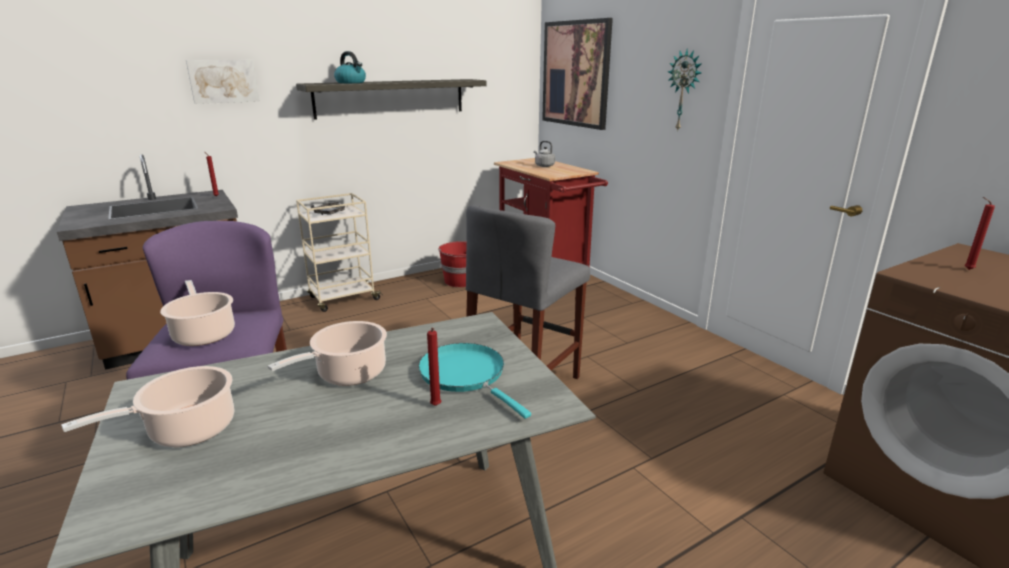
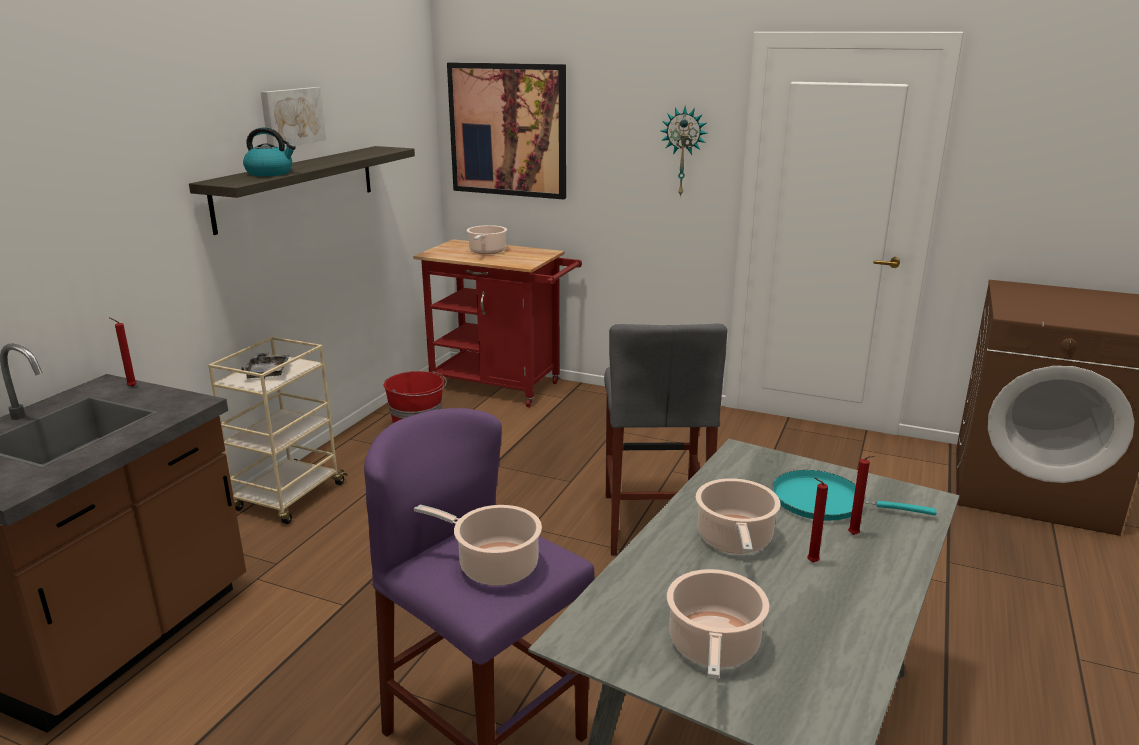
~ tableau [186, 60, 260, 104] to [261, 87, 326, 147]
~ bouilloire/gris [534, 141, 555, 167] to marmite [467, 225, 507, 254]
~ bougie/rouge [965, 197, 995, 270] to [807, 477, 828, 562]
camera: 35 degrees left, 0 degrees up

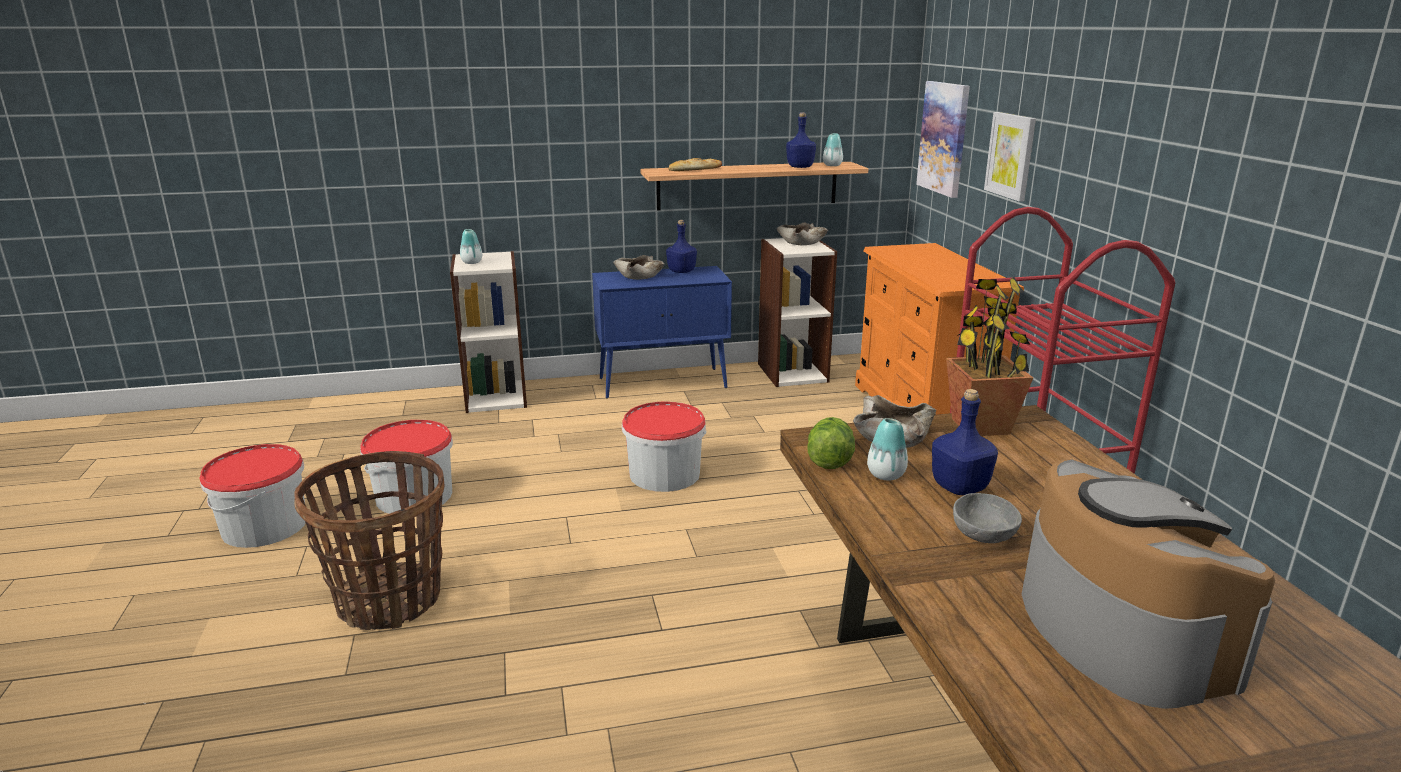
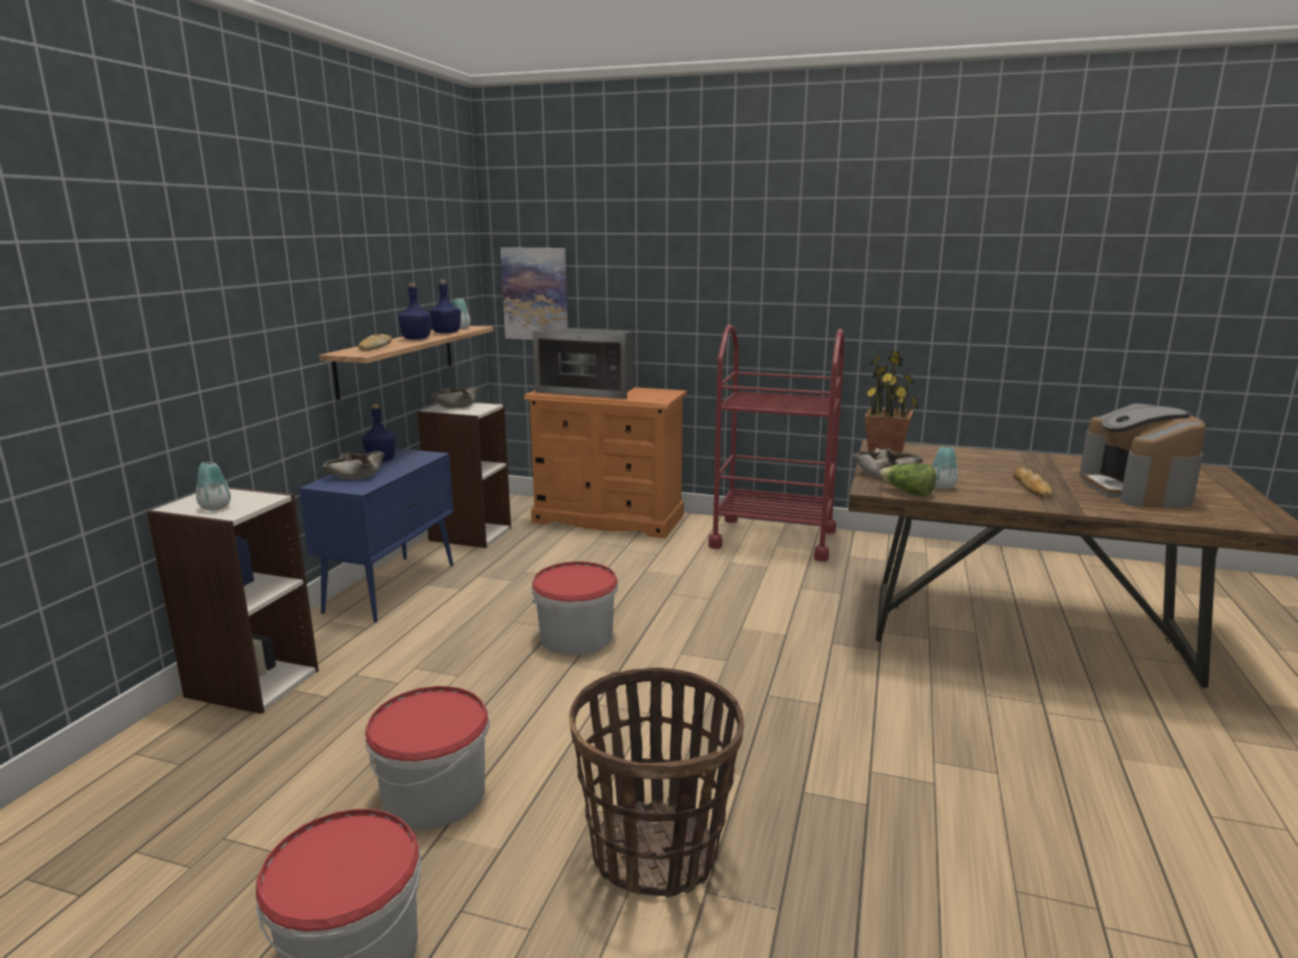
~ bouteille/bleu [932, 389, 998, 495] to [398, 283, 432, 340]
+ micro-ondes [533, 328, 634, 399]
~ bol/gris [953, 493, 1022, 543] to pain [1014, 468, 1052, 497]
~ machine à café [1022, 459, 1275, 709] = [1079, 403, 1206, 508] 105 degrees counterclockwise
- tableau [984, 112, 1036, 202]
camera: 60 degrees left, 5 degrees down

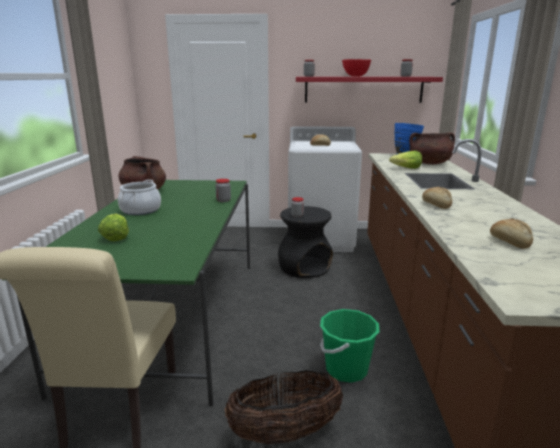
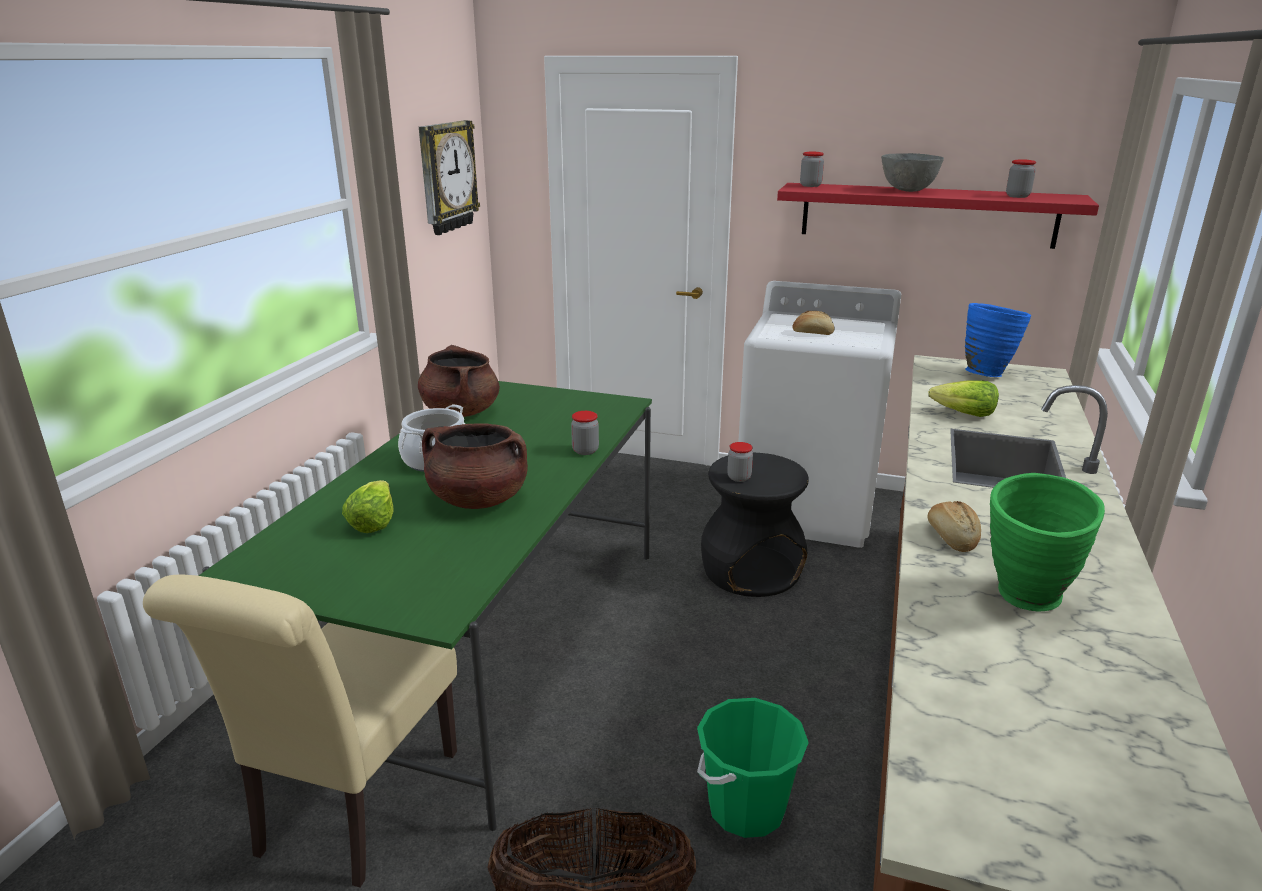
+ horloge murale [419, 120, 480, 235]
~ marmite/marron [409, 133, 455, 164] to [422, 423, 528, 509]
~ bol/rouge [342, 59, 371, 77] to bol/gris [881, 153, 944, 192]
+ vase/vert [990, 473, 1105, 611]
- pain [490, 218, 533, 249]
camera: 15 degrees right, 5 degrees up

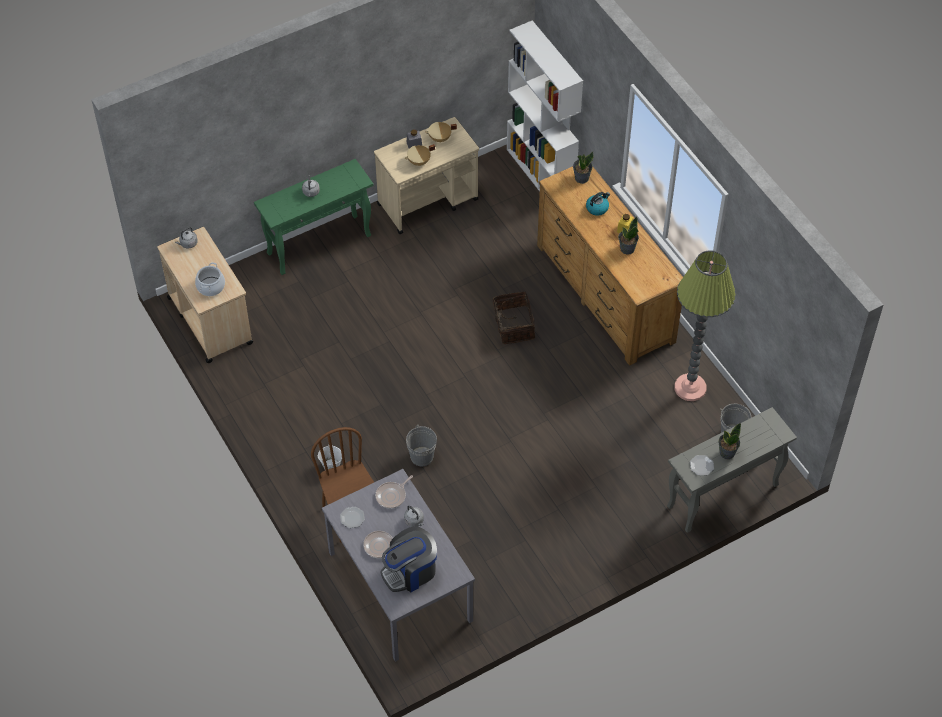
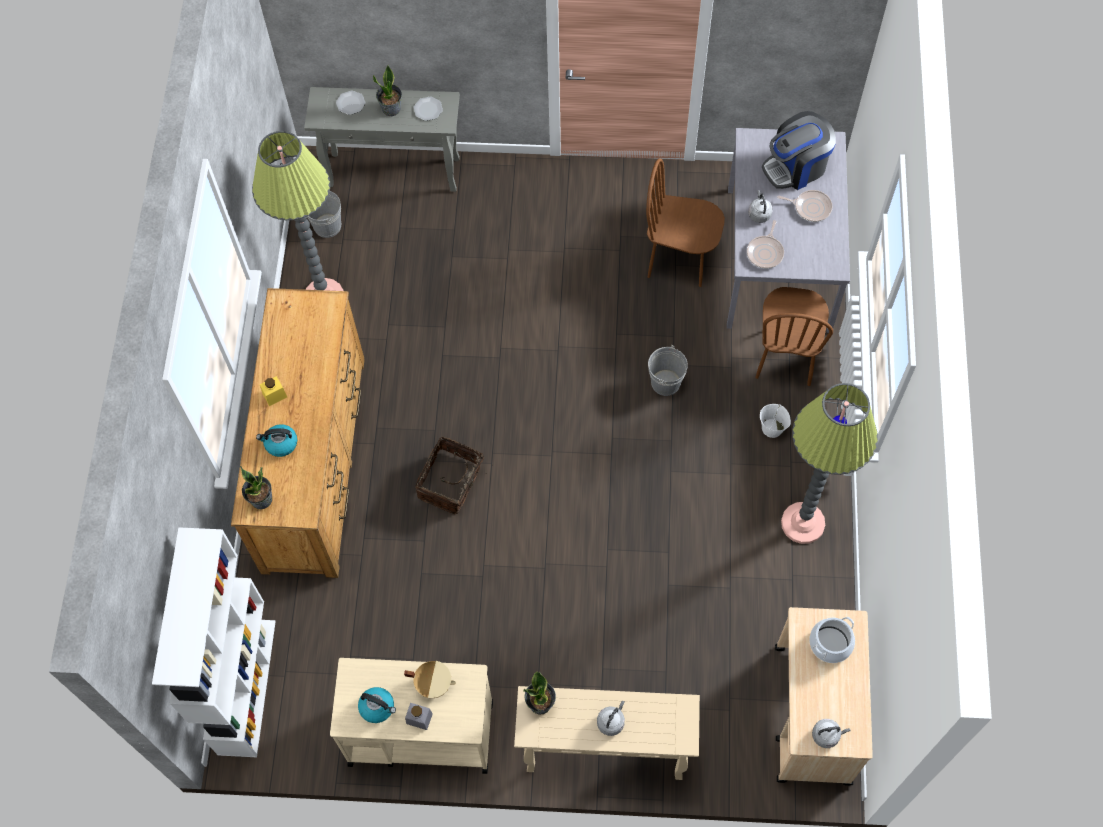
~ assiette [340, 507, 365, 528] to [336, 91, 366, 115]
~ marmite/beige [425, 122, 457, 143] to bouilloire [358, 687, 396, 723]
~ table console/vert [254, 159, 374, 275] to table console/beige [514, 686, 700, 780]
~ plante en pot [618, 217, 639, 255] to [523, 672, 556, 714]
+ chaise/marron [646, 158, 725, 287]
~ poêle [375, 475, 413, 509] = [747, 220, 784, 269] 120 degrees clockwise
~ machine à café [380, 526, 437, 592] = [762, 111, 836, 190] 150 degrees clockwise
+ lampadaire [781, 383, 878, 544]
camera: 145 degrees left, 10 degrees up

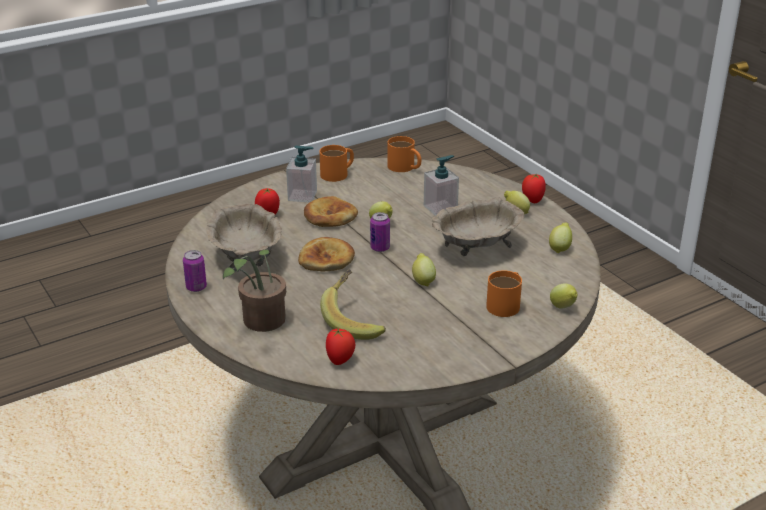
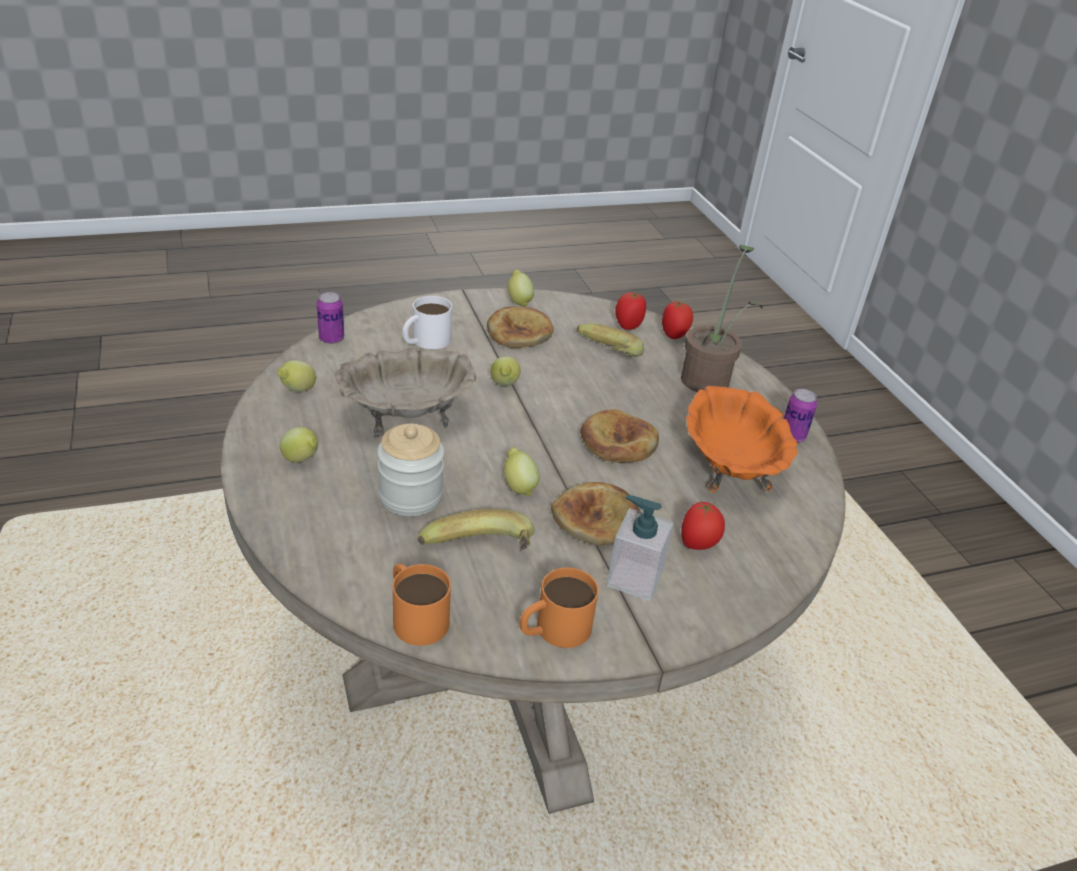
~ boîte métallique [370, 212, 390, 252] to [317, 292, 344, 344]
~ distributeur de savon [424, 155, 459, 216] to bocal [377, 424, 444, 516]
~ mug/orange [486, 270, 522, 317] to mug/blanc [402, 296, 452, 349]
+ banane [418, 509, 534, 551]
+ pain [487, 307, 554, 348]
~ citron [550, 283, 578, 308] to [508, 270, 534, 306]
~ tomate [522, 173, 546, 203] to [662, 301, 693, 339]
~ bol/beige [205, 204, 282, 268] to bol/orange [686, 386, 798, 492]
camera: 170 degrees left, 5 degrees up

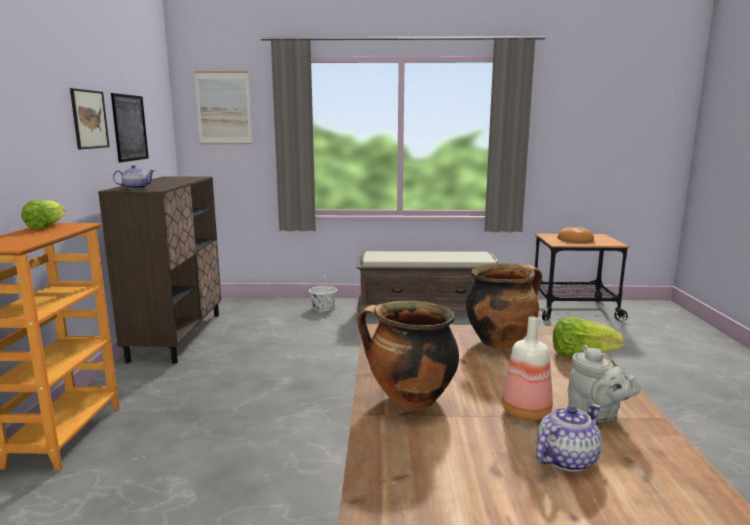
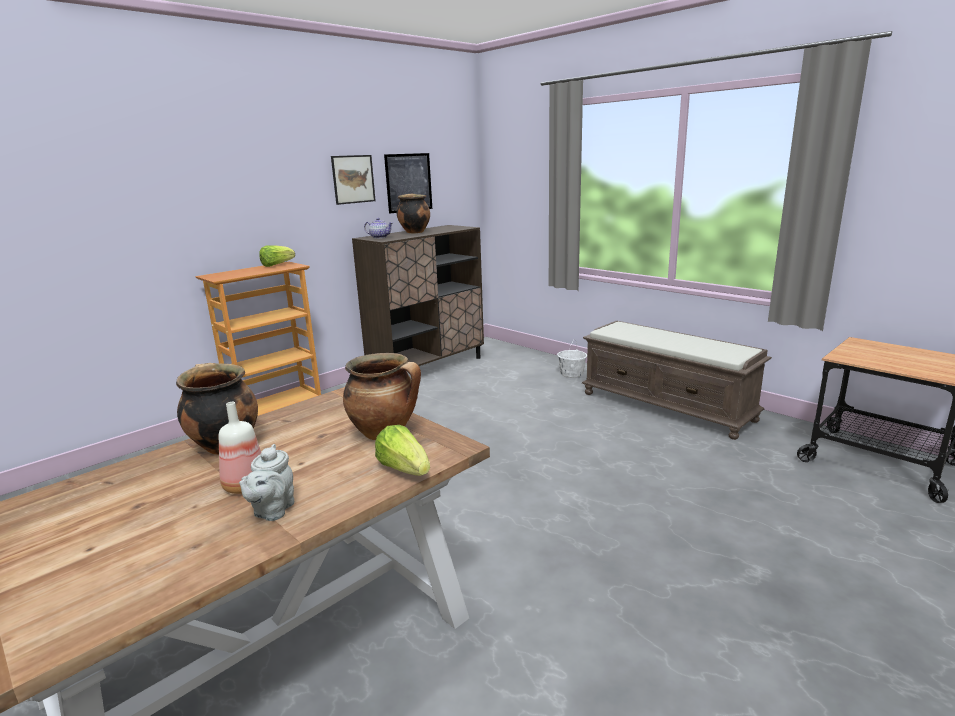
+ marmite [397, 194, 430, 233]
- tableau [194, 71, 252, 144]
- théière [536, 404, 602, 472]
- pain [558, 227, 594, 243]
camera: 45 degrees right, 5 degrees up

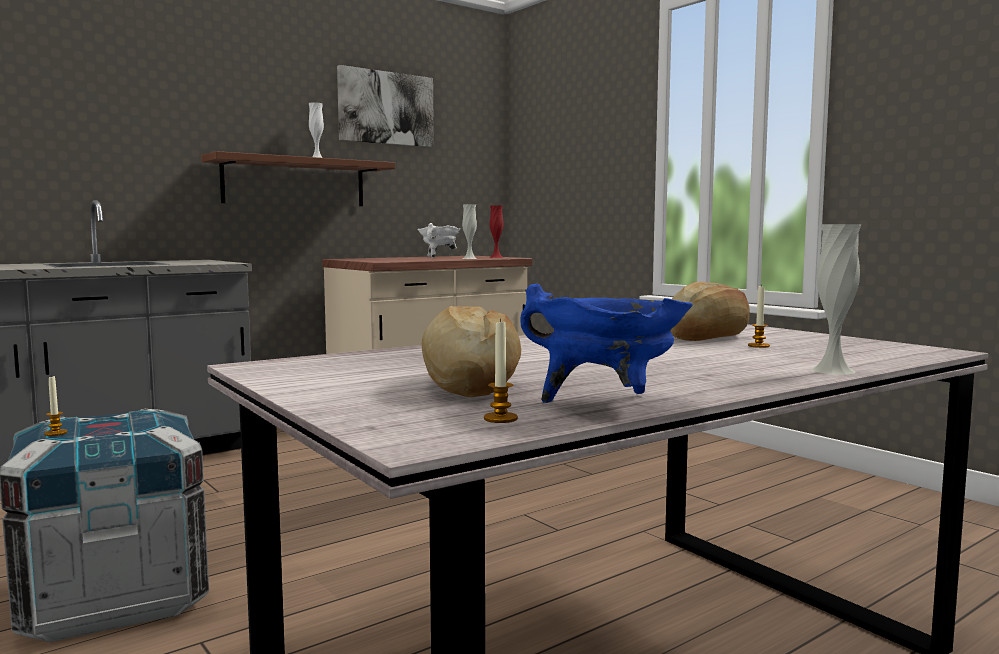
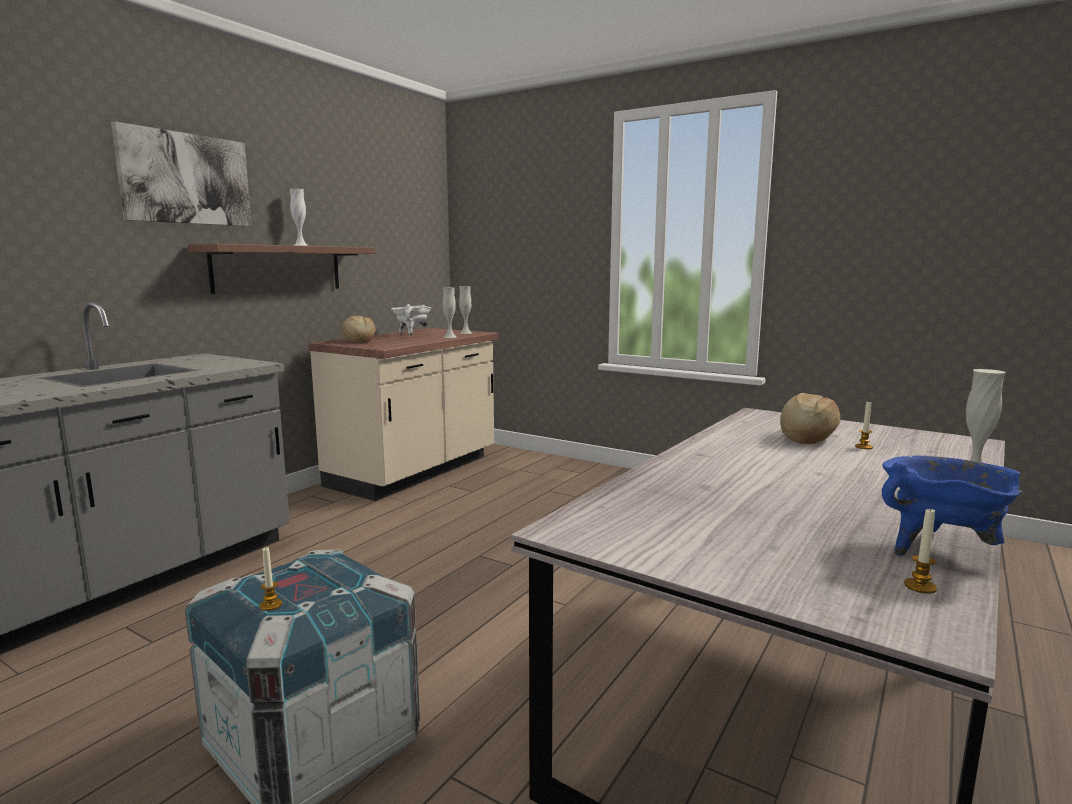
~ tableau [337, 65, 434, 147] to [111, 121, 252, 226]
~ pain [422, 306, 521, 397] to [342, 316, 376, 343]
~ vase/rouge [489, 205, 504, 258] to vase/blanc [459, 286, 472, 334]
camera: 20 degrees left, 5 degrees up

